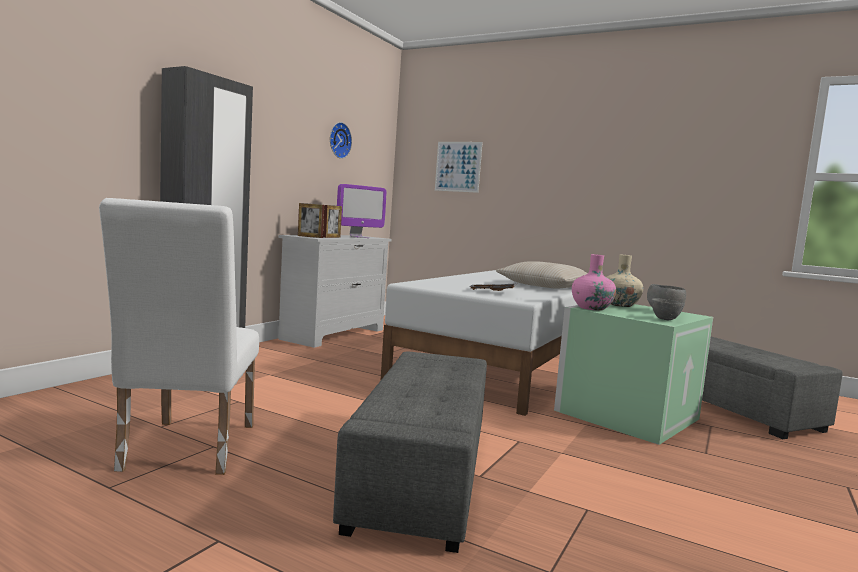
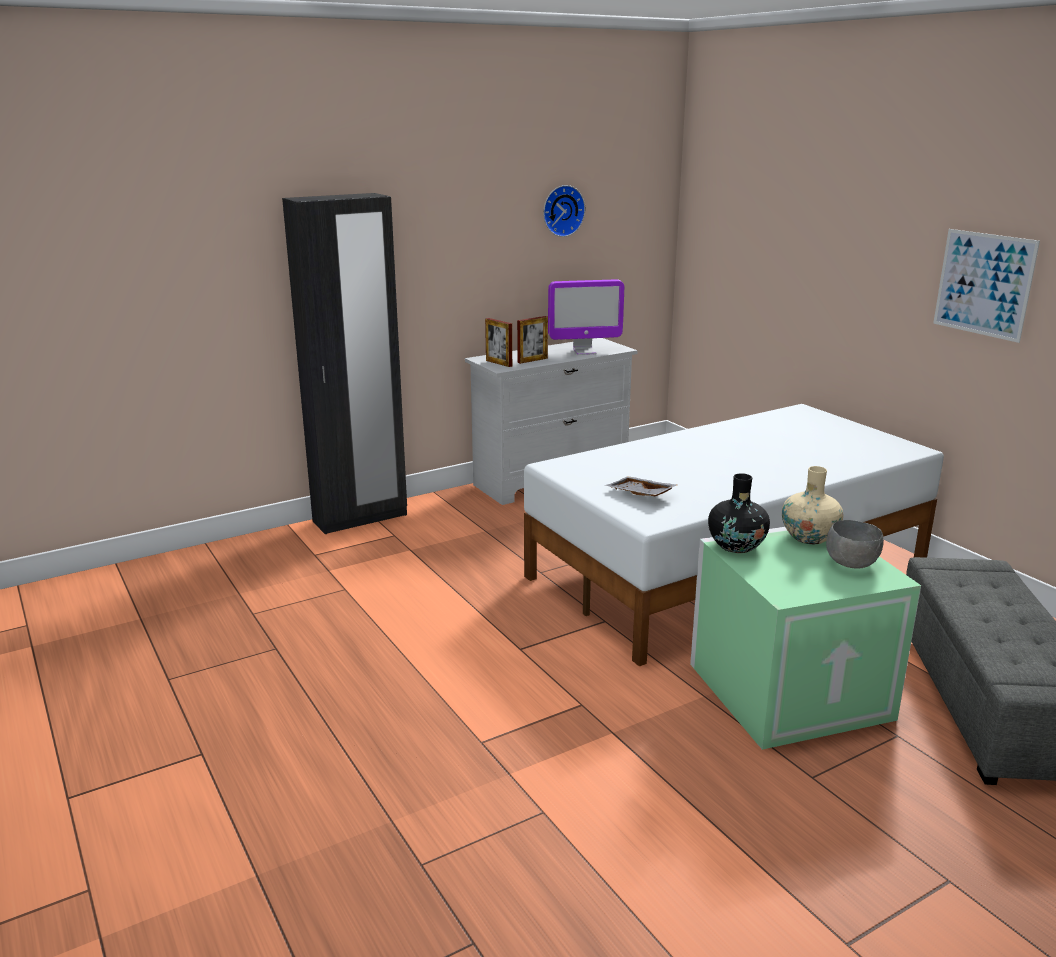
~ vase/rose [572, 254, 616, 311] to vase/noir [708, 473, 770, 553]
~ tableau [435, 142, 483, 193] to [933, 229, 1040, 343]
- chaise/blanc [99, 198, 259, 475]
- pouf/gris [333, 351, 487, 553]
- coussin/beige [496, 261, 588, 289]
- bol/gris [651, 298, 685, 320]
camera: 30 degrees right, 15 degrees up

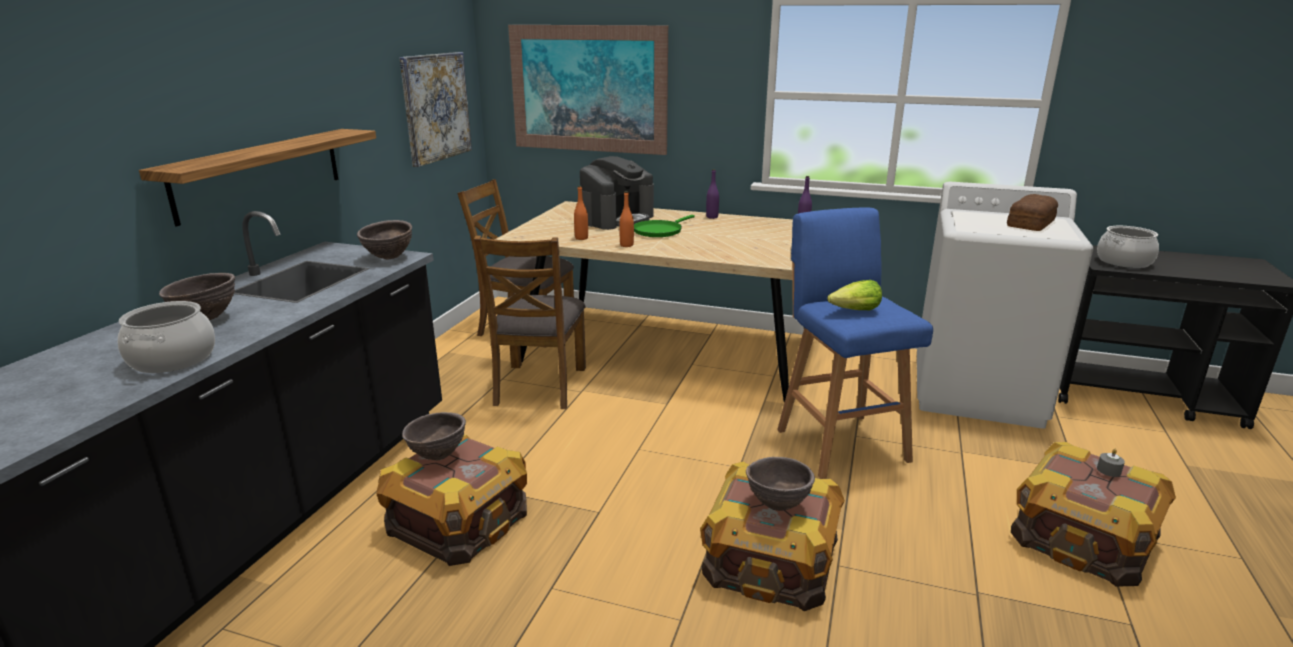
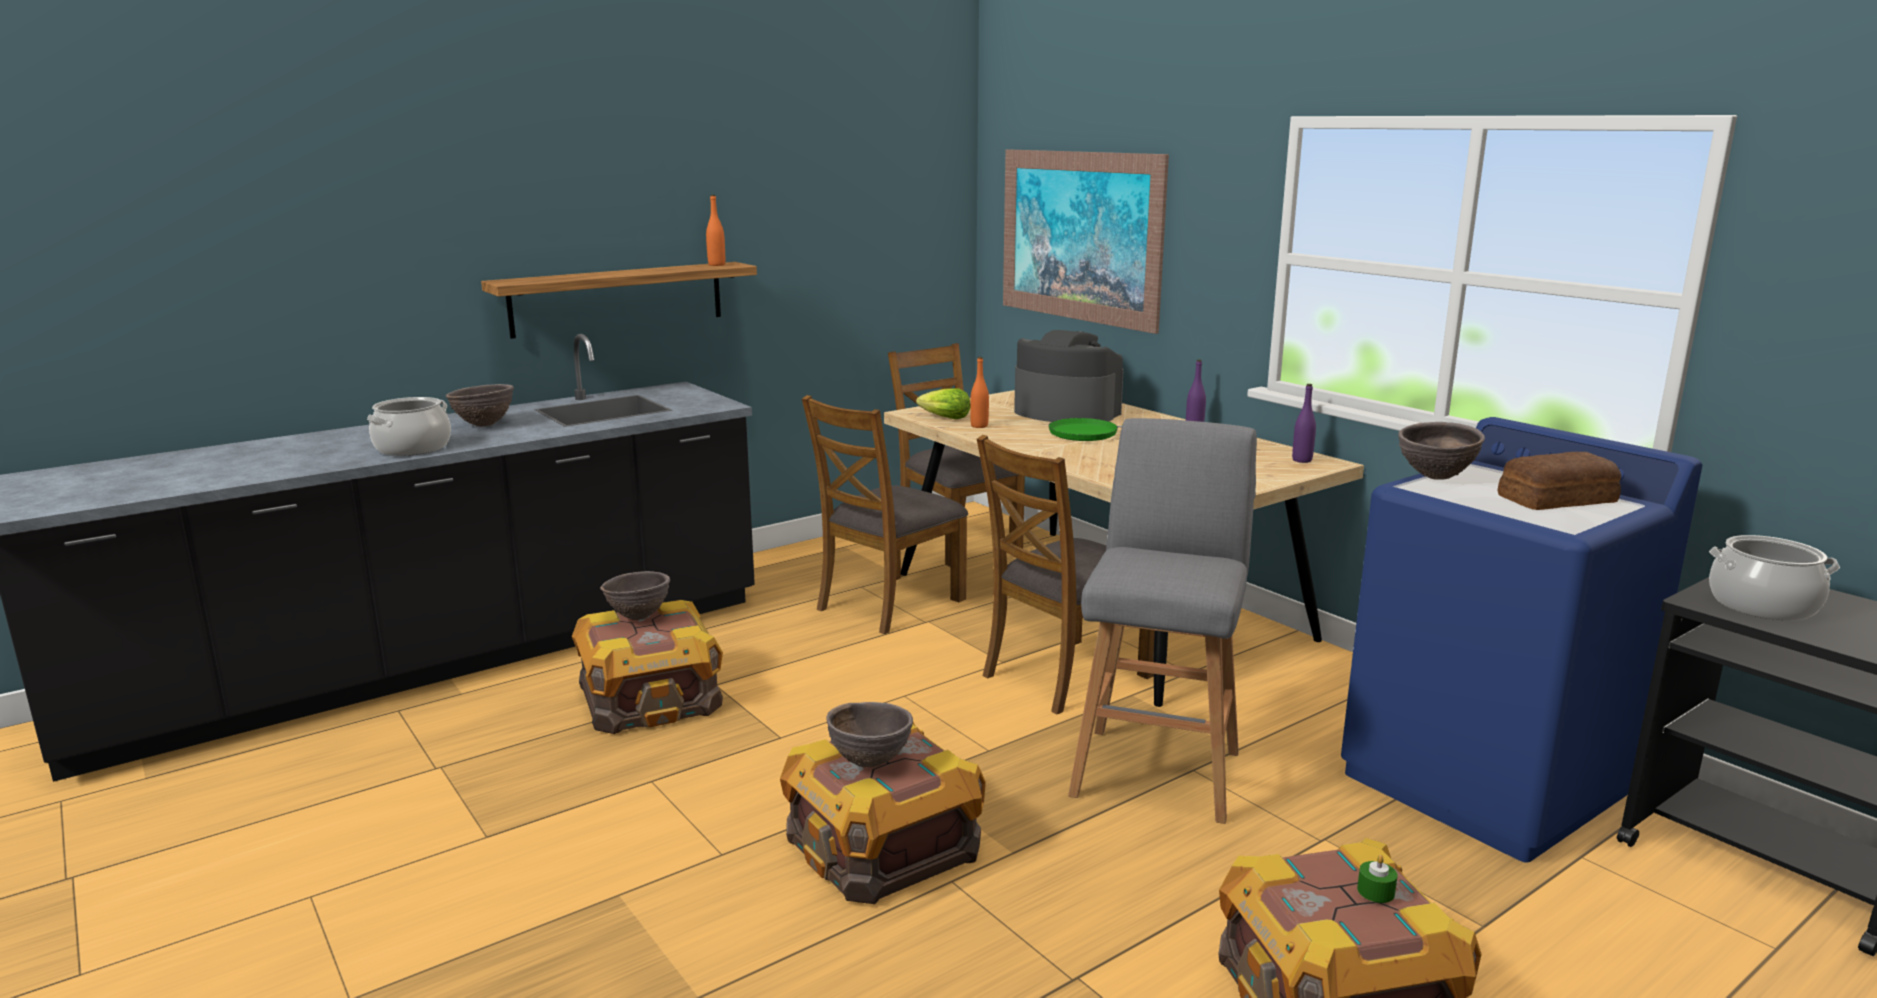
~ bouteille/orange [619, 191, 634, 247] to [706, 195, 725, 266]
~ laitue [827, 280, 882, 310] to [916, 388, 970, 419]
+ chaise/marron [977, 435, 1155, 714]
~ machine à café [580, 156, 654, 230] = [1014, 330, 1124, 422] 135 degrees counterclockwise
~ tabouret/bleu [777, 207, 933, 479] to tabouret/gris [1068, 418, 1257, 824]
~ lave-linge/blanc [917, 182, 1093, 429] to lave-linge/bleu [1341, 417, 1702, 863]
~ bougie/gris [1097, 449, 1125, 477] to bougie/vert [1357, 855, 1398, 903]
~ bol/marron [357, 220, 412, 260] to [1398, 422, 1485, 480]
- tableau [399, 52, 472, 167]
camera: 35 degrees right, 5 degrees down

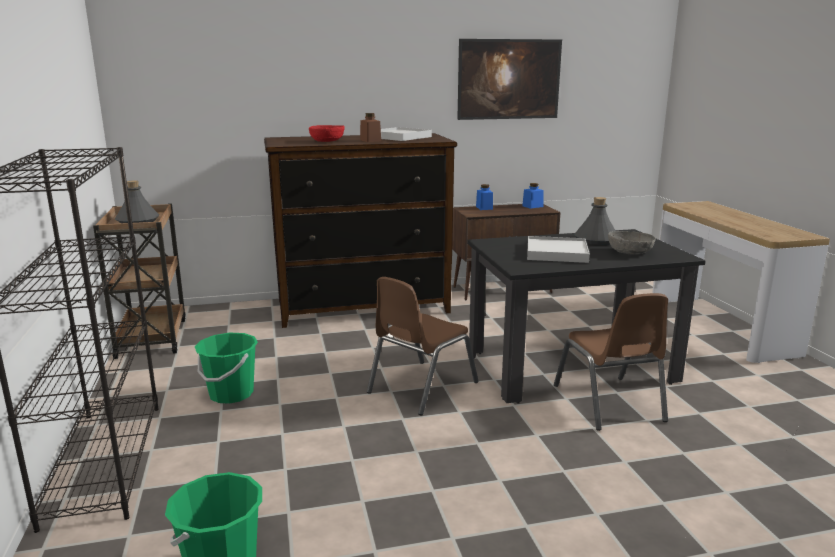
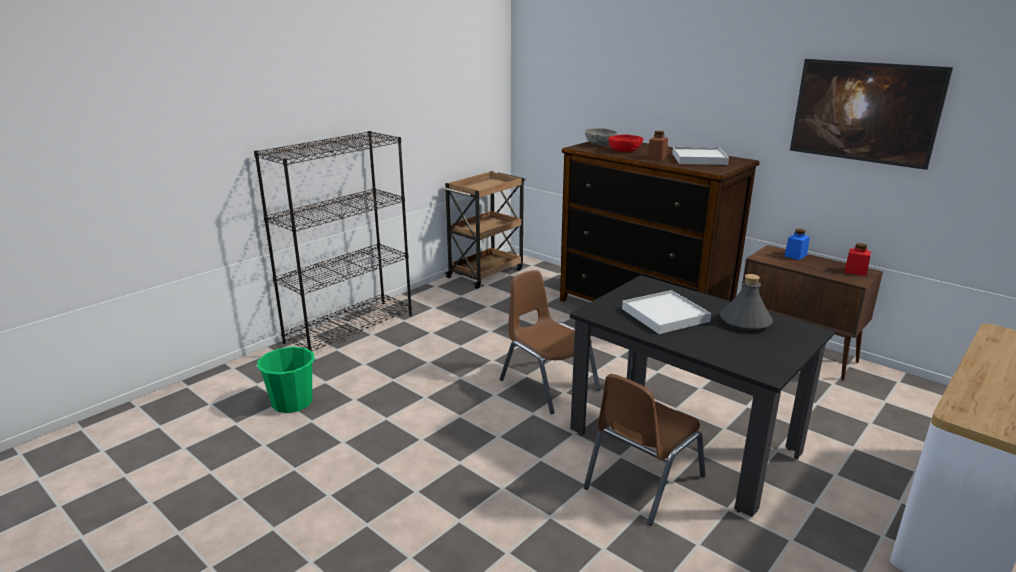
~ chaise/marron [367, 277, 478, 415] = [500, 270, 600, 414] 45 degrees clockwise
~ bol/gris [608, 231, 655, 255] to [585, 128, 617, 146]
~ bocal/bleu [522, 183, 544, 209] to bocal/rouge [844, 243, 871, 276]
- bouteille/gris [115, 180, 159, 223]
- seau/vert [195, 333, 258, 404]
camera: 55 degrees right, 5 degrees up

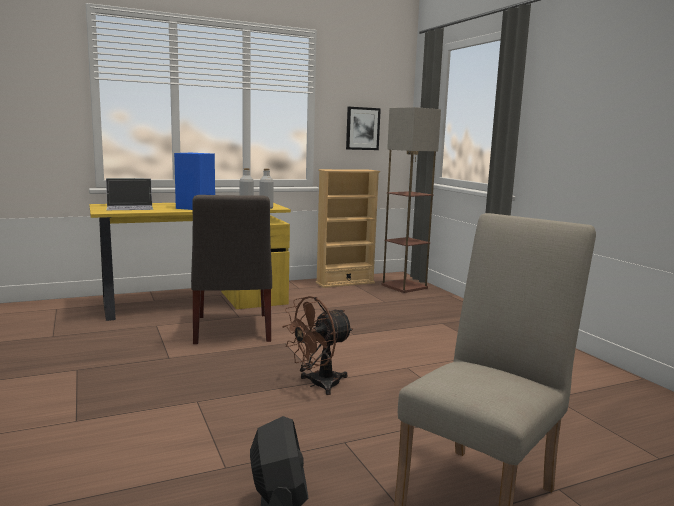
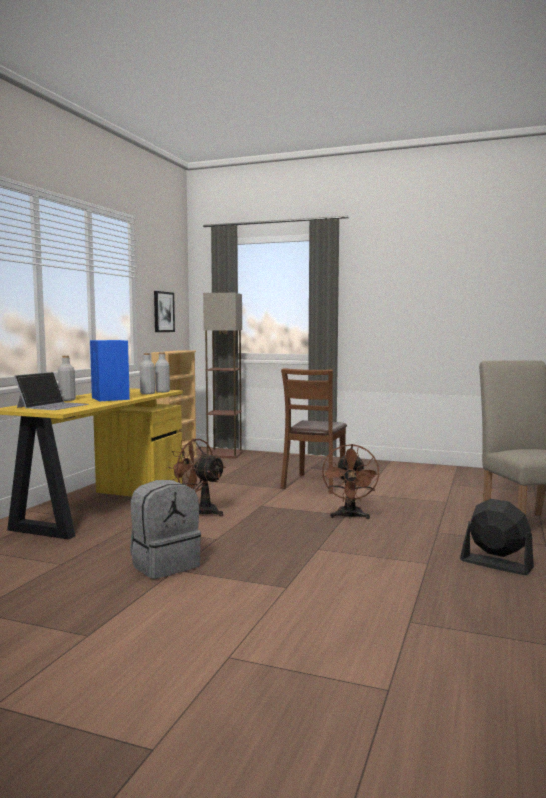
+ bouteille/gris [58, 356, 76, 401]
+ sac à dos/gris [130, 480, 201, 579]
~ chaise/gris [191, 195, 272, 344] to ventilateur/marron [168, 439, 226, 516]
+ chaise/marron [280, 368, 347, 494]
camera: 45 degrees left, 5 degrees down

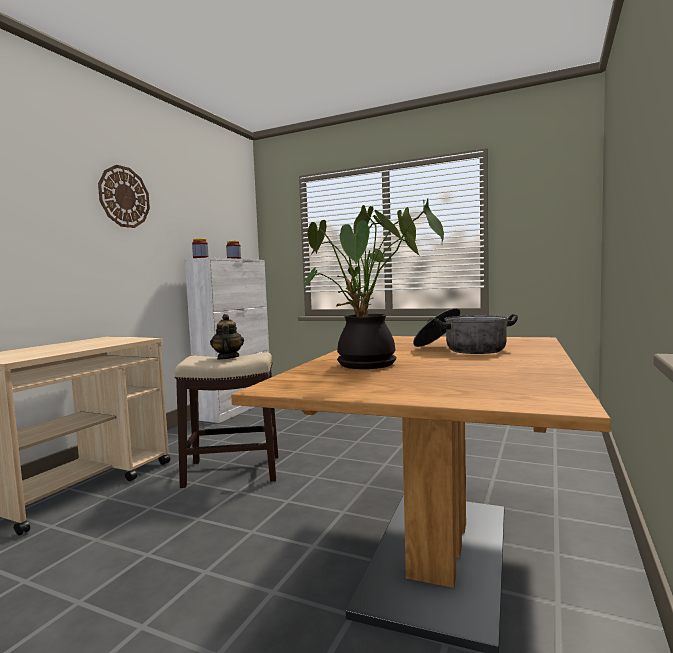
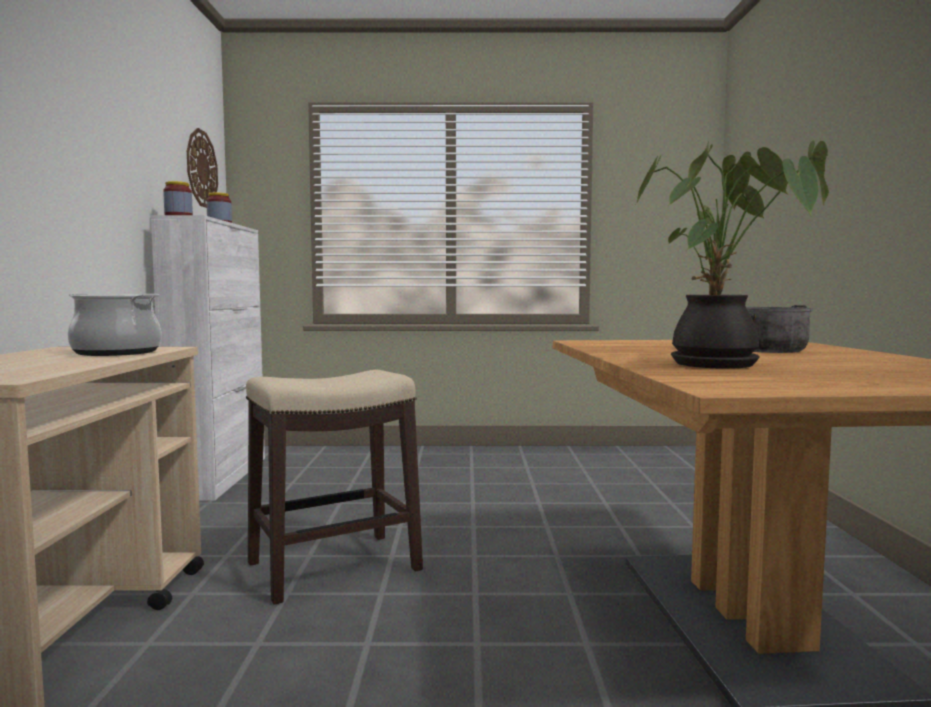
+ marmite [68, 293, 161, 356]
~ horloge murale [98, 165, 150, 228] to [187, 128, 218, 208]
- théière [210, 314, 244, 360]
camera: 25 degrees left, 0 degrees up

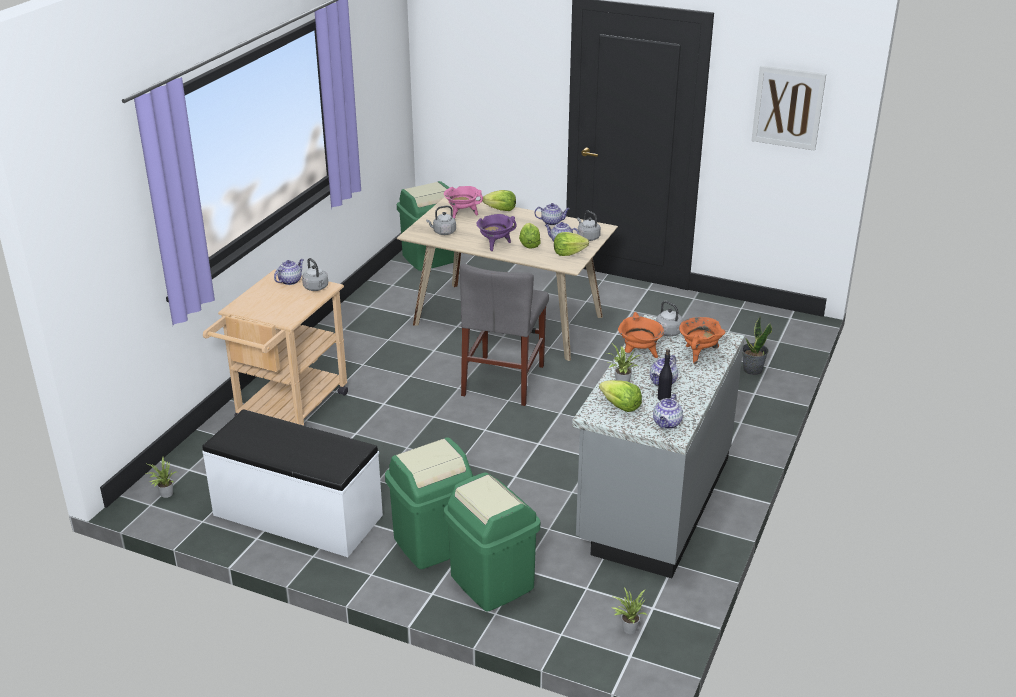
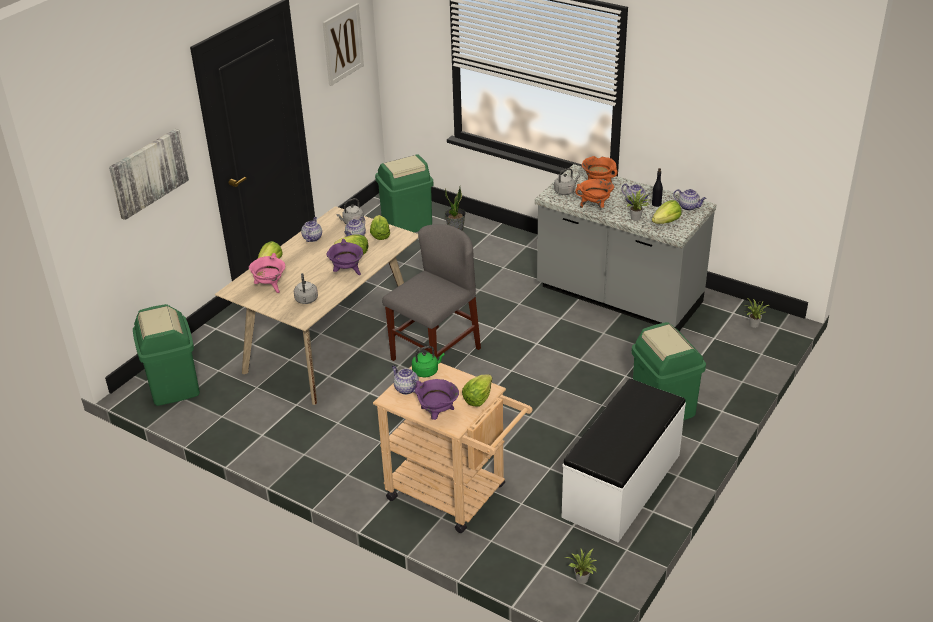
+ tableau [109, 129, 189, 220]
~ poubelle/vert [444, 472, 540, 611] to [375, 155, 433, 233]
~ chaise/gris [460, 263, 549, 406] = [382, 224, 481, 361] 75 degrees counterclockwise
~ bouilloire/gris [302, 258, 328, 291] to bouilloire/vert [412, 346, 445, 377]
+ marmite/violet [415, 379, 459, 420]
+ laitue [462, 374, 492, 407]
camera: 80 degrees left, 5 degrees up

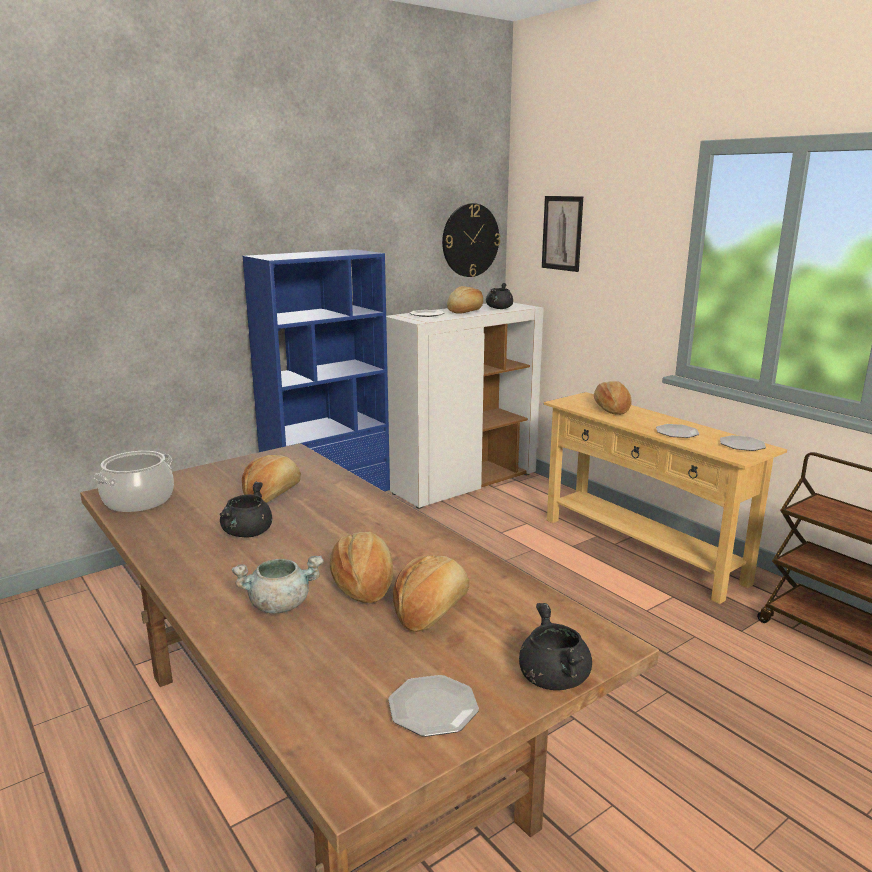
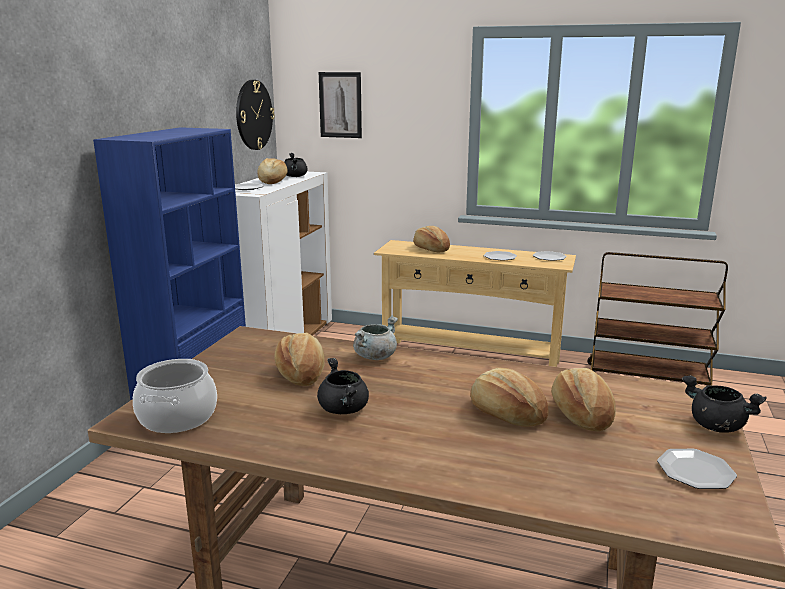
~ marmite/gris [231, 555, 324, 614] to [353, 316, 398, 360]
camera: 35 degrees left, 0 degrees up

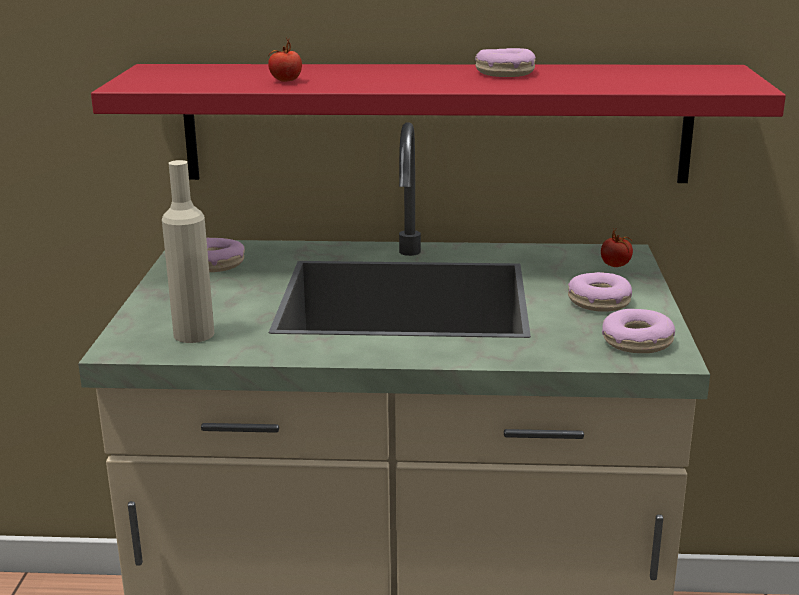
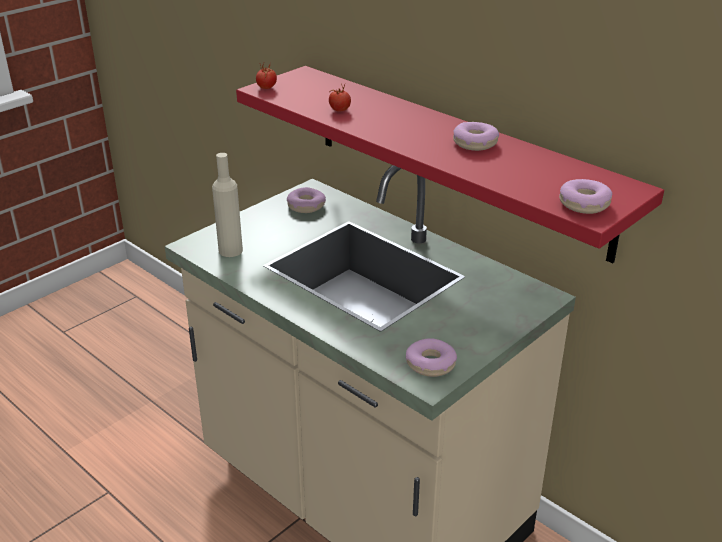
~ tomate [601, 227, 633, 267] to [256, 63, 277, 89]
~ beignet [568, 272, 632, 312] to [559, 179, 612, 214]
camera: 40 degrees right, 10 degrees up

